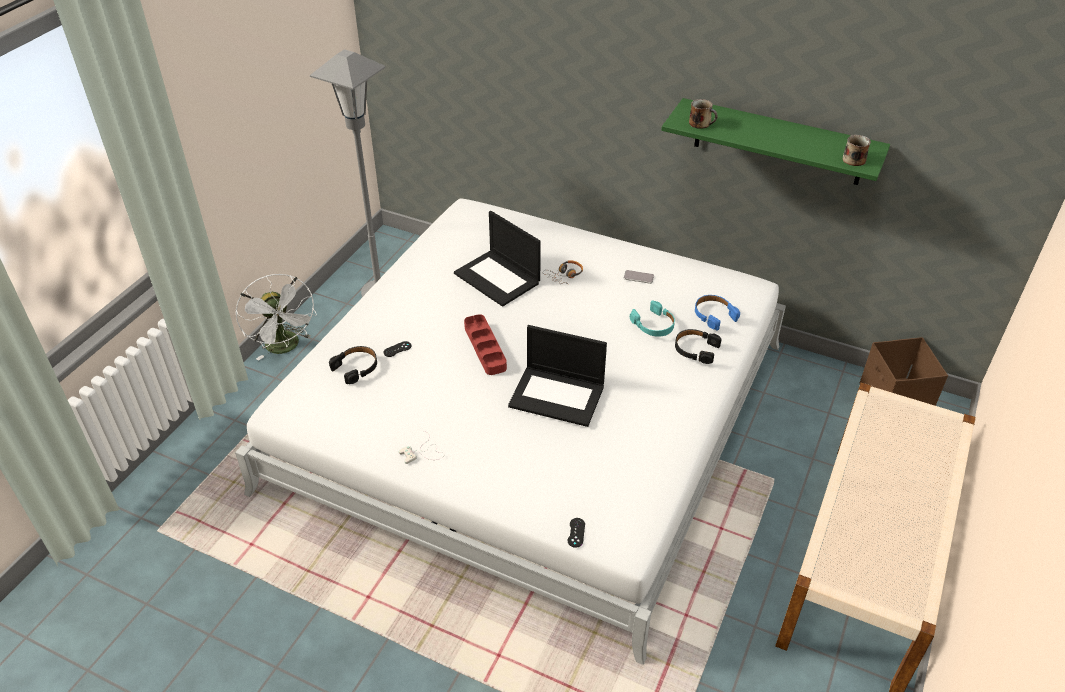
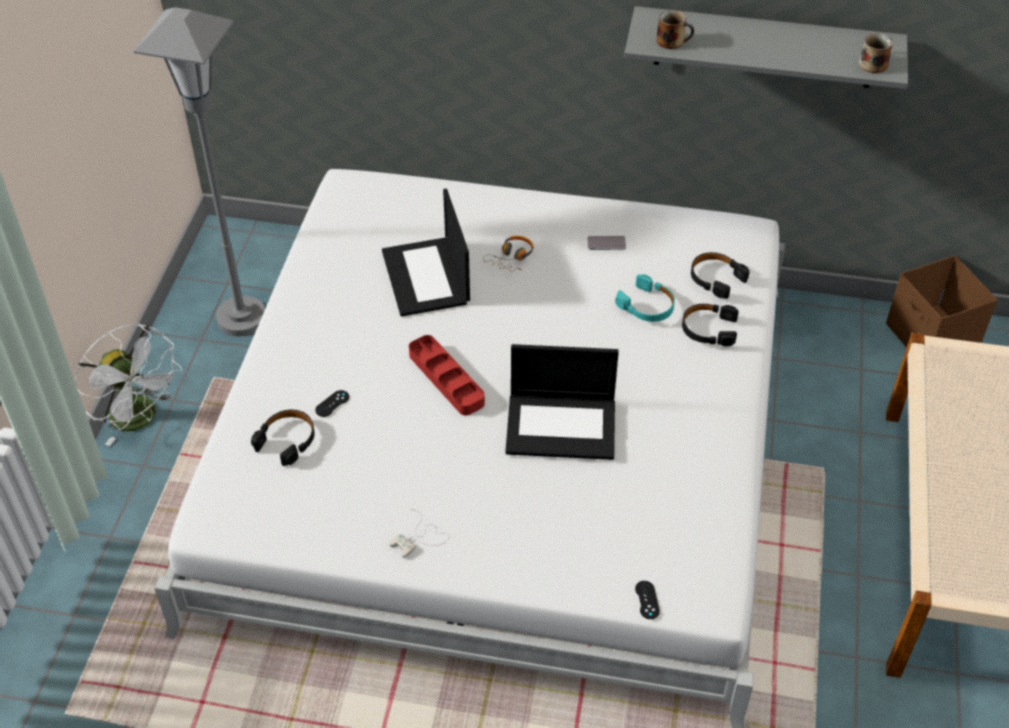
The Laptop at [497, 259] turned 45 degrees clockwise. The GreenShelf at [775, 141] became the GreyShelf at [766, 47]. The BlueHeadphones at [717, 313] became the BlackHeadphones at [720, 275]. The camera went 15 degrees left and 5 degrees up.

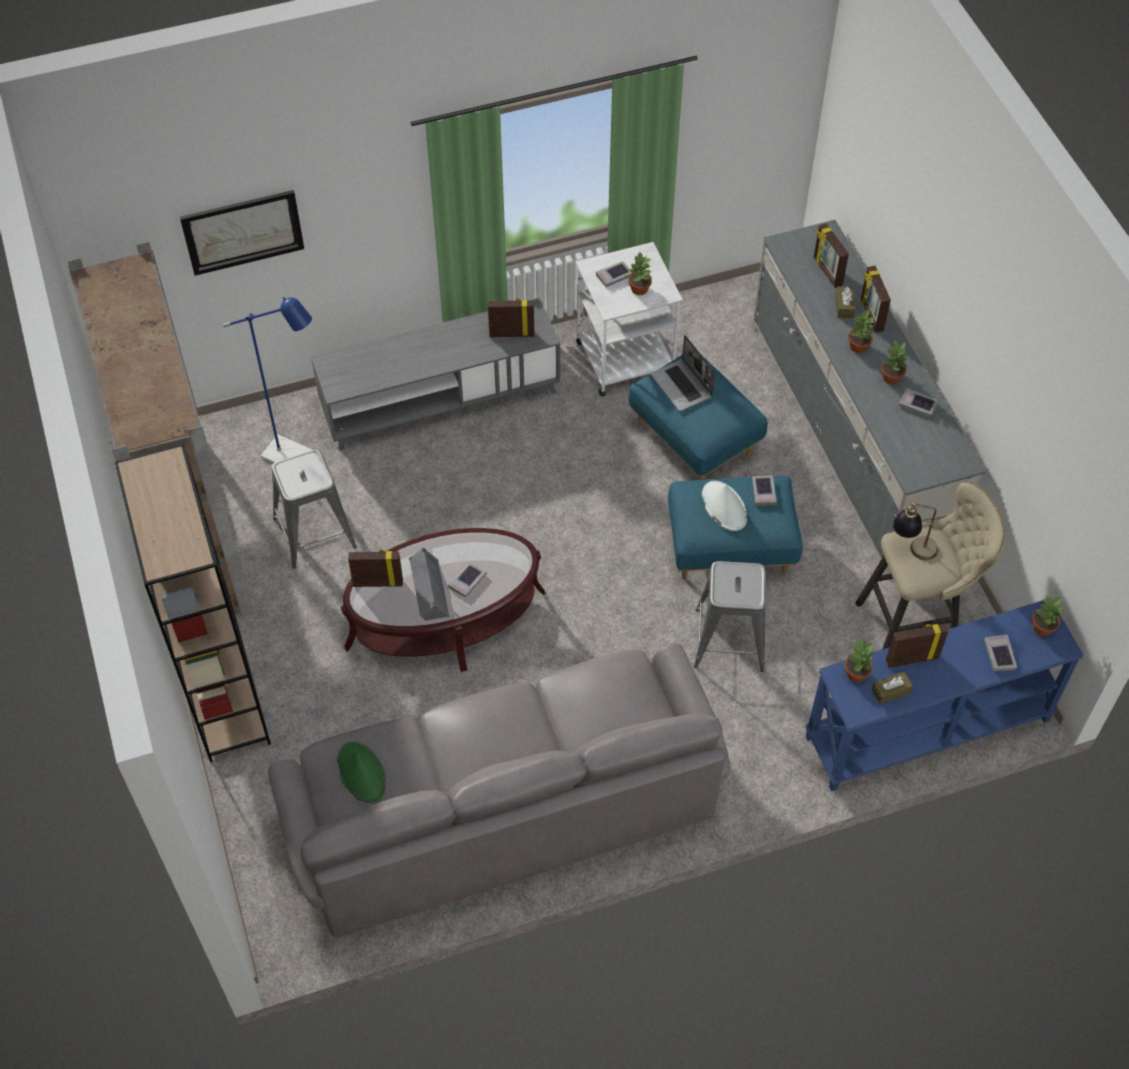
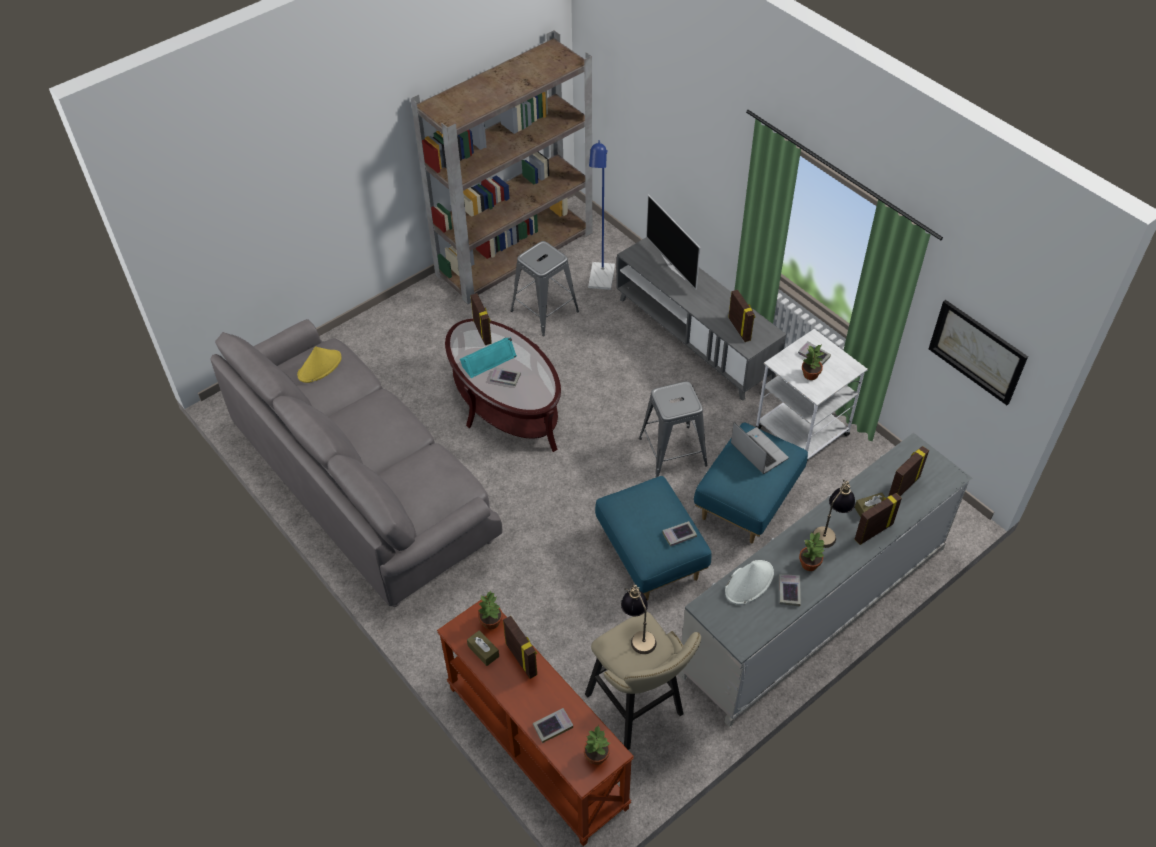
The BeigeBookcase at [193, 603] disappeared. The Picture moved from [242, 233] to [978, 352]. The GreenHat at [361, 772] became the YellowHat at [319, 364]. The GreySpeaker at [429, 584] became the TurquoiseSpeaker at [488, 357]. The Laptop at [682, 373] turned 105 degrees clockwise. The GreyStool moved from [730, 616] to [673, 429]. The WhiteHat moved from [724, 506] to [749, 582]. The BlueConsoleTable at [944, 695] became the BrownConsoleTable at [535, 721]. The PottedPlant at [861, 331] was replaced by the TableLamp at [833, 513]. The Television at [673, 242] appeared. The camera went 70 degrees right and 5 degrees down.

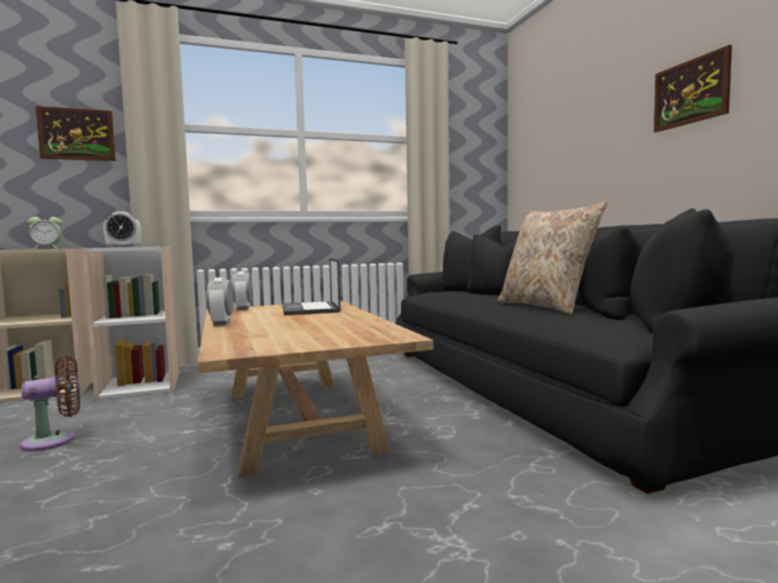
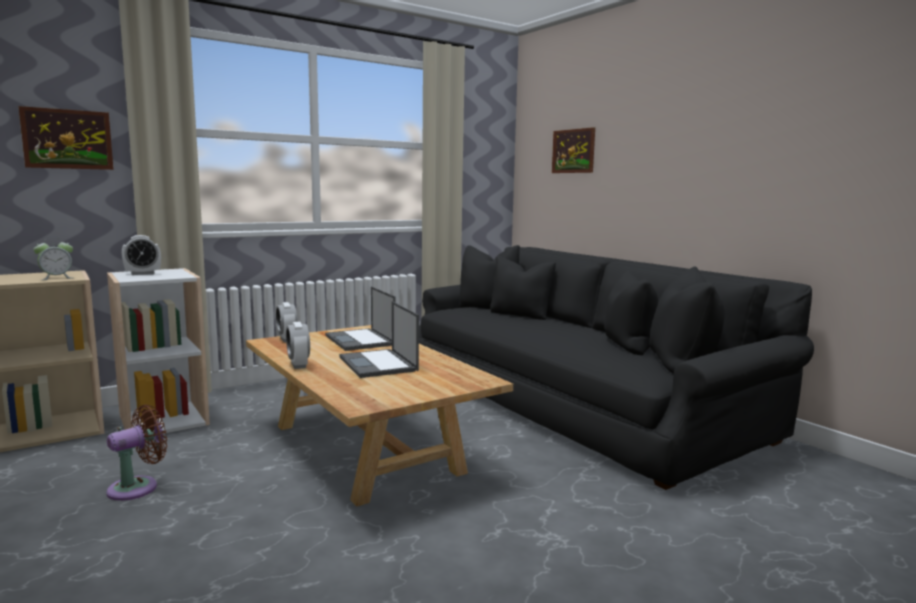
The BeigePillow at [552, 258] disappeared. The Picture moved from [693, 88] to [573, 150]. The Laptop at [379, 339] appeared. The camera went 15 degrees left and 5 degrees up.

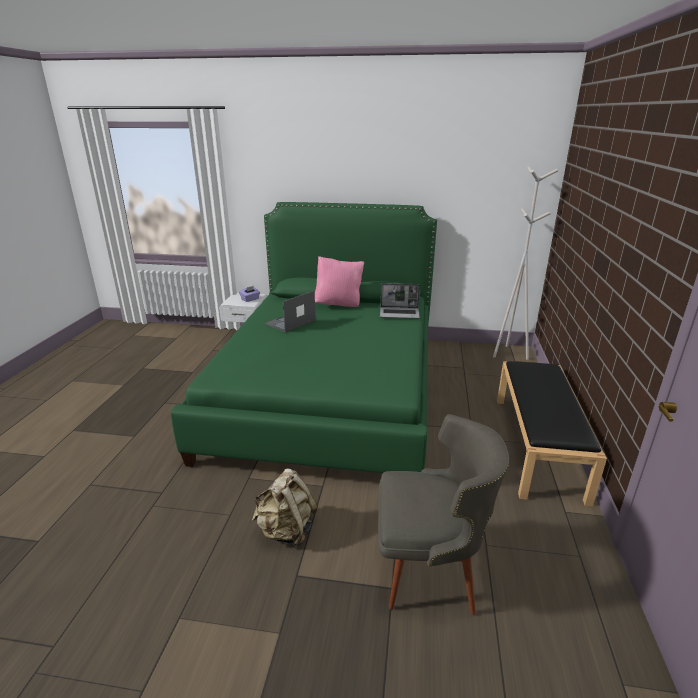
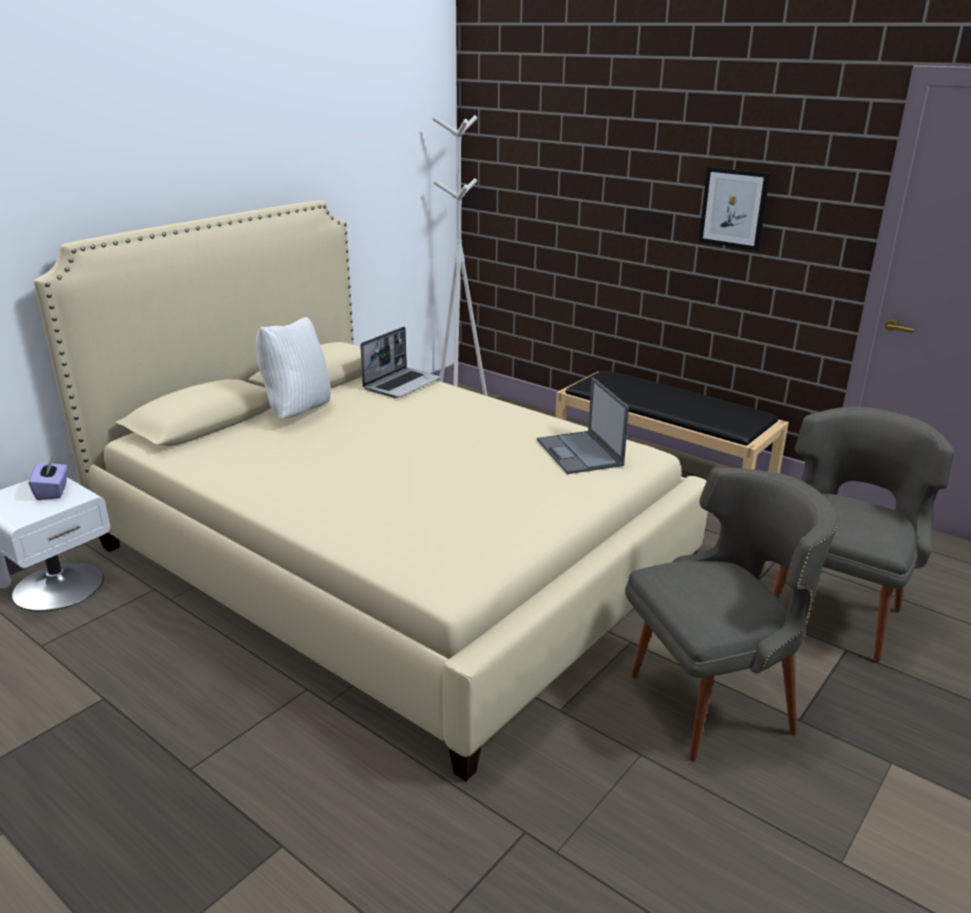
The GreenBed at [304, 337] became the BeigeBed at [371, 490]. The BeigeBackpack at [285, 508] was replaced by the GreyChair at [731, 614]. The Laptop moved from [290, 312] to [583, 426]. The PinkPillow at [339, 281] became the WhitePillow at [293, 368]. The Picture at [734, 209] appeared. The camera went 60 degrees left and 0 degrees up.

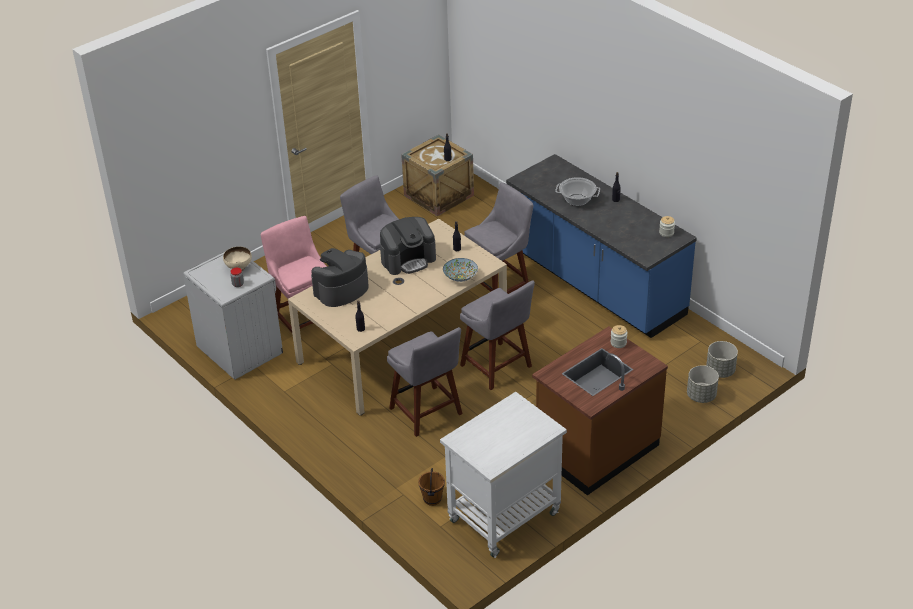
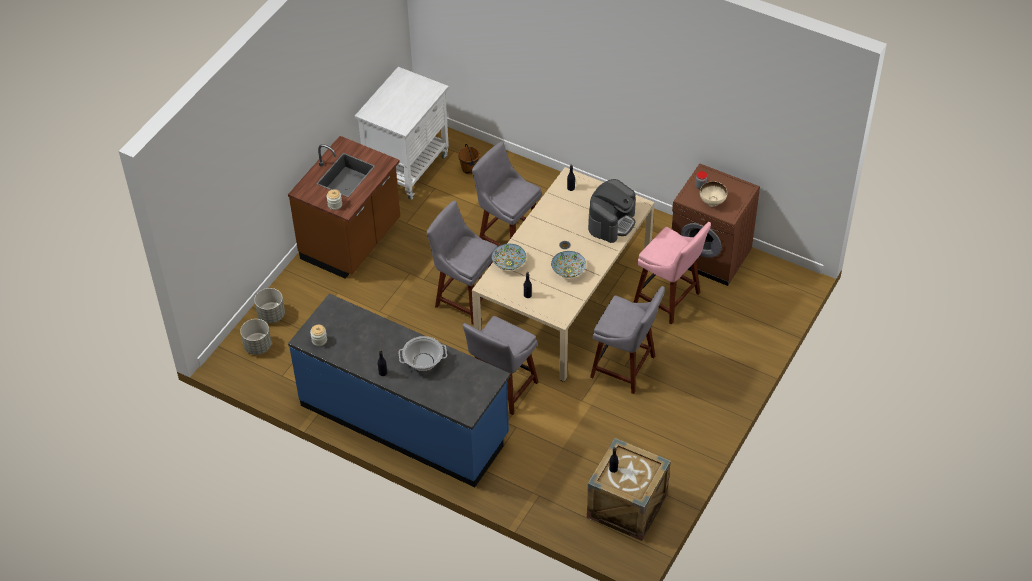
The WhiteWashingMachine at [233, 316] became the BrownWashingMachine at [716, 225]. The CoffeeMachine at [408, 246] was replaced by the Bowl at [568, 264]. The camera went 160 degrees right and 10 degrees up.

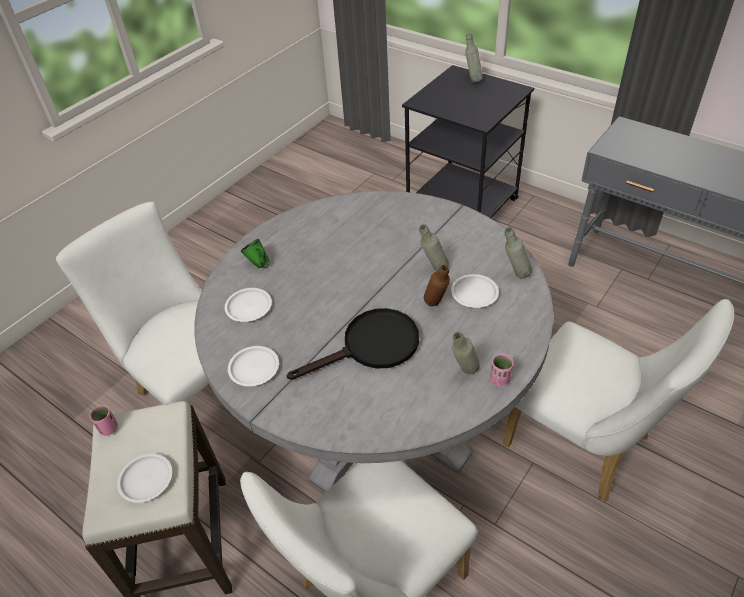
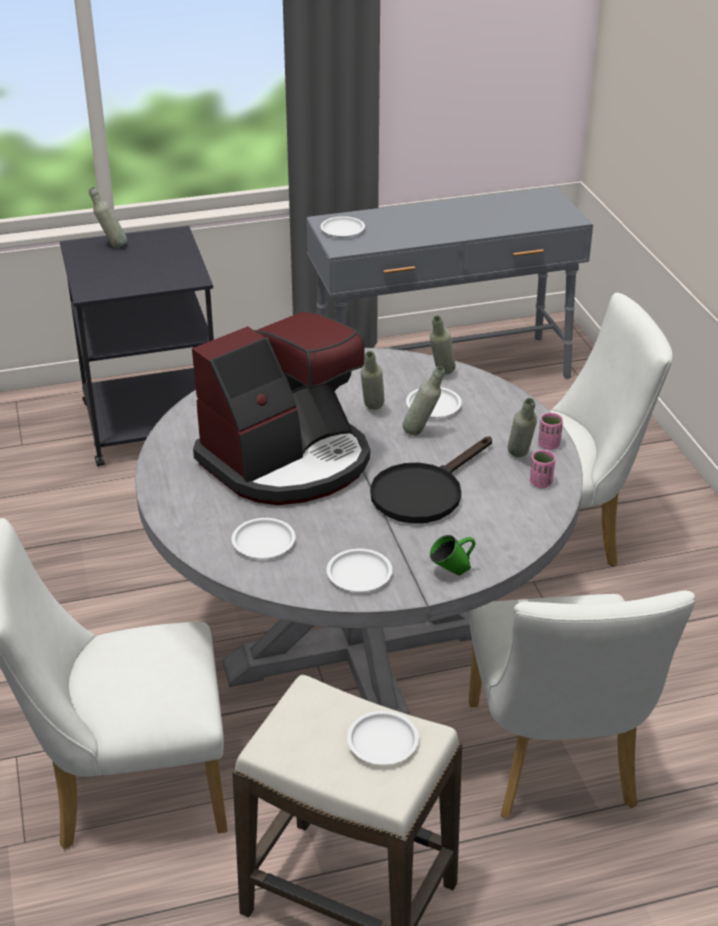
The PinkCup moved from [104, 420] to [543, 469]. The GreenMug moved from [255, 253] to [452, 555]. The BlackFryingPan at [353, 344] turned 150 degrees counterclockwise. The BrownBottle at [437, 285] became the GreyBottle at [423, 400]. The CoffeeMachine at [281, 408] appeared. The WhitePlate at [342, 226] appeared. The camera went 55 degrees left and 10 degrees down.

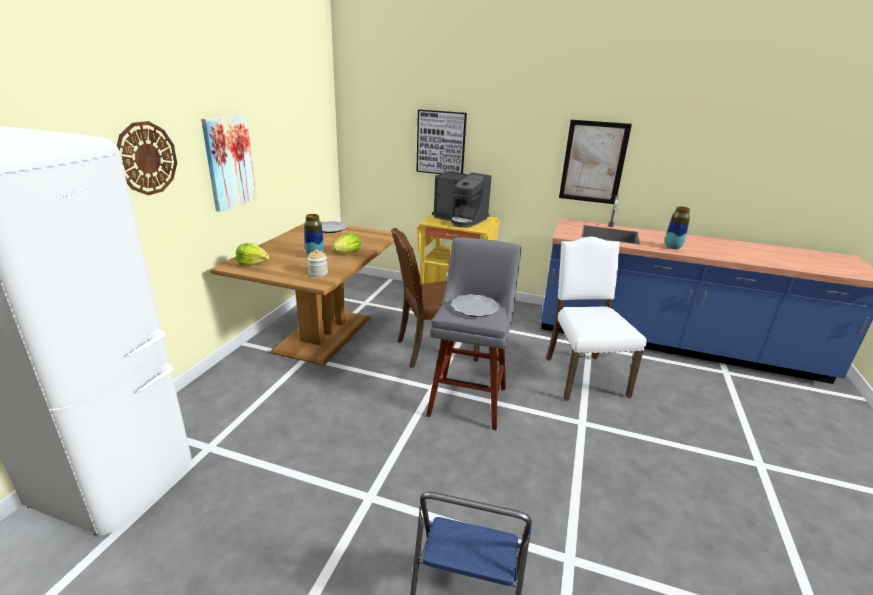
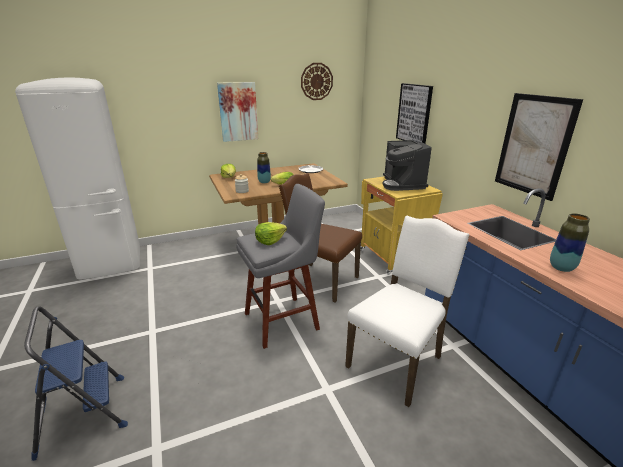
The WallClock moved from [147, 158] to [317, 81]. The Plate at [475, 305] was replaced by the Lettuce at [271, 233]. The camera went 50 degrees right and 0 degrees up.

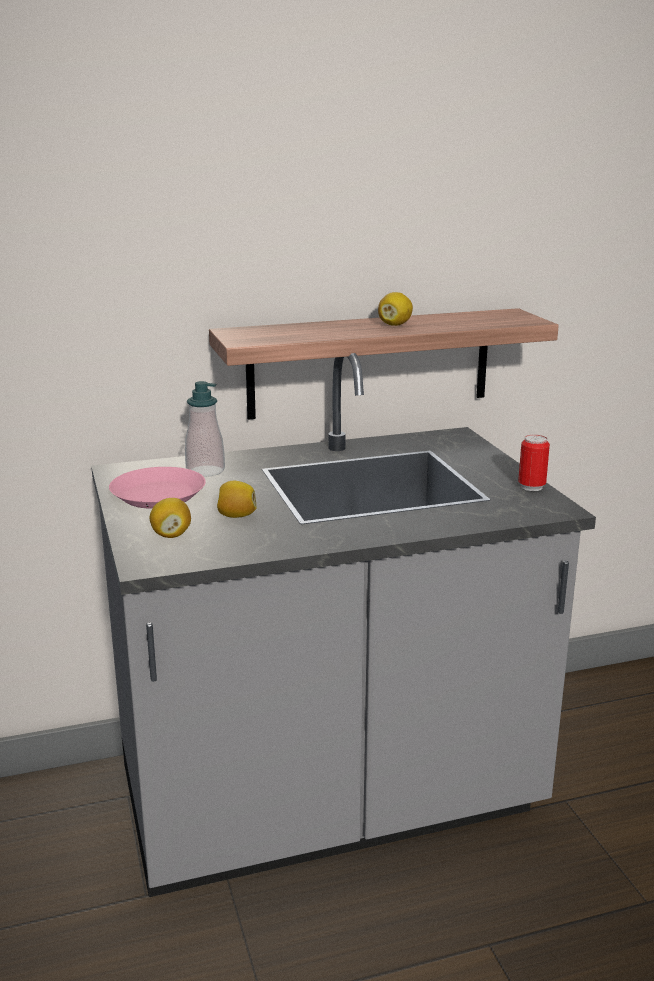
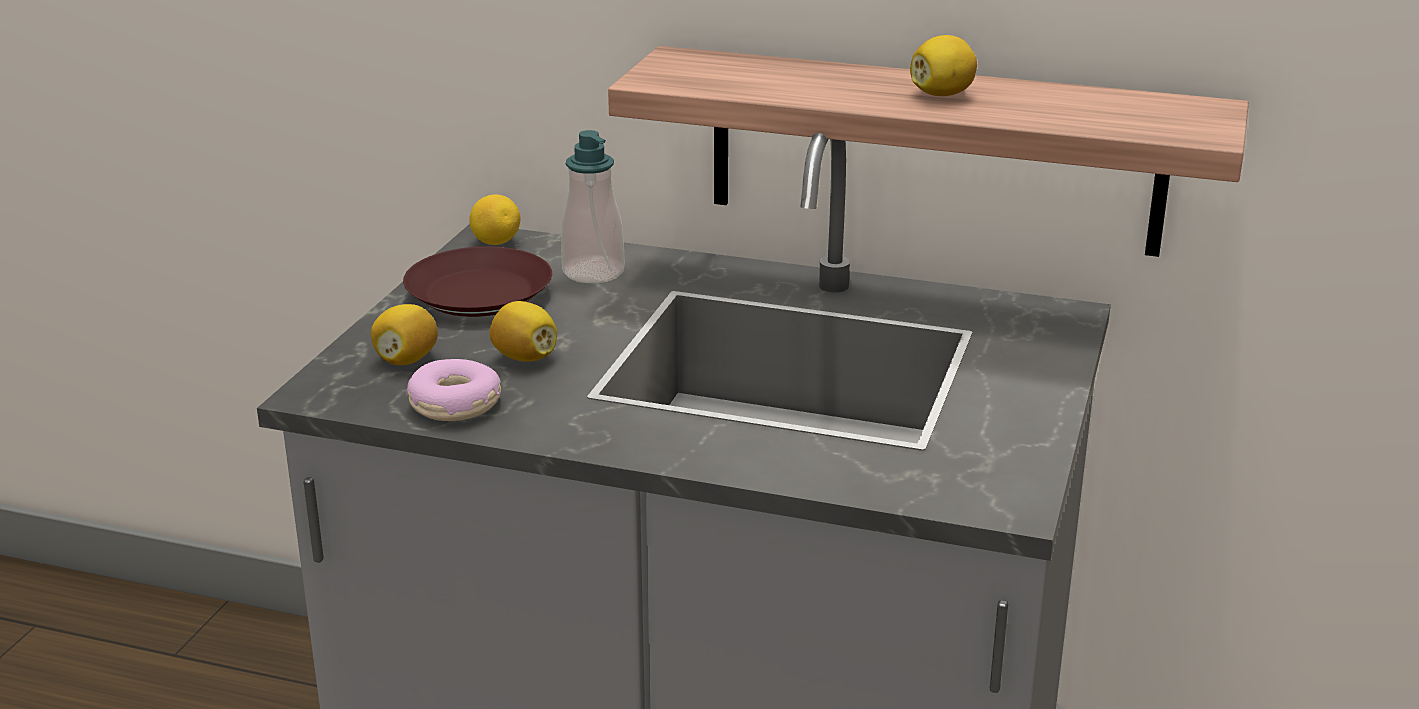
The PinkPlate at [157, 488] became the BrownPlate at [477, 281]. The Can at [534, 463] disappeared. The Donut at [453, 390] appeared. The Lemon at [495, 220] appeared. The camera went 35 degrees right and 5 degrees up.

